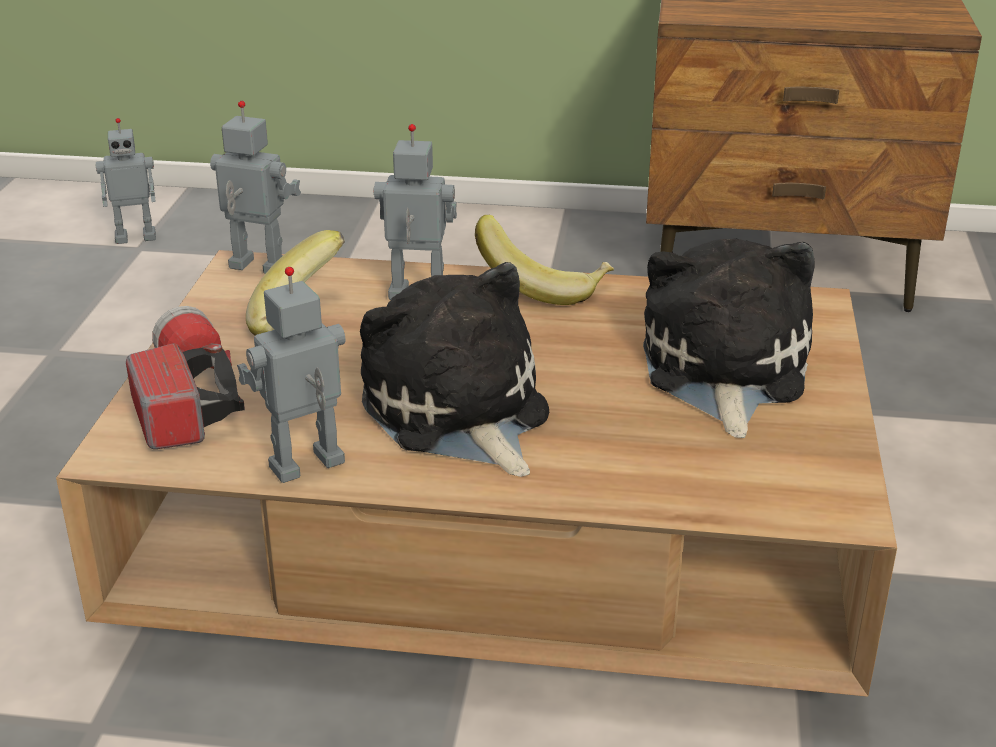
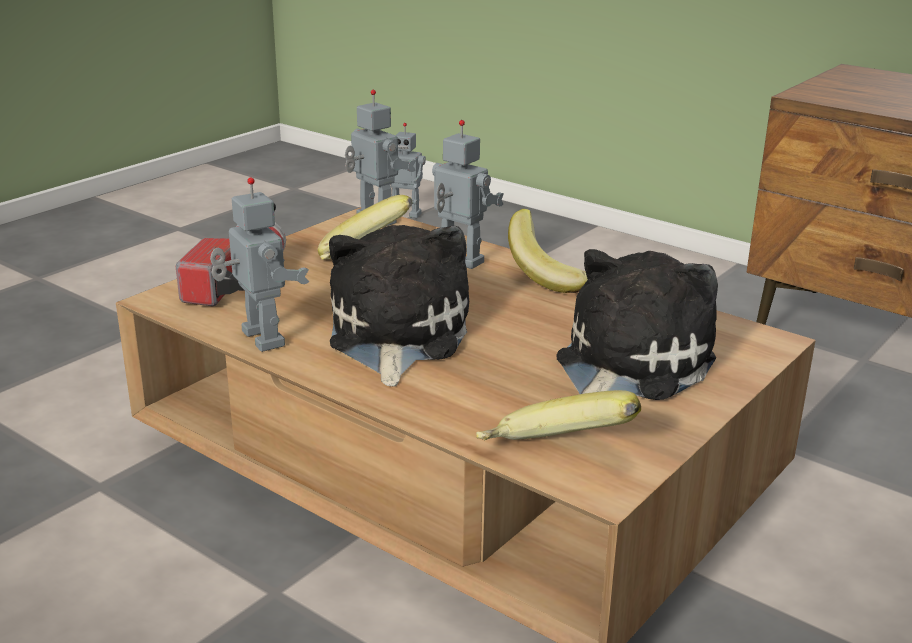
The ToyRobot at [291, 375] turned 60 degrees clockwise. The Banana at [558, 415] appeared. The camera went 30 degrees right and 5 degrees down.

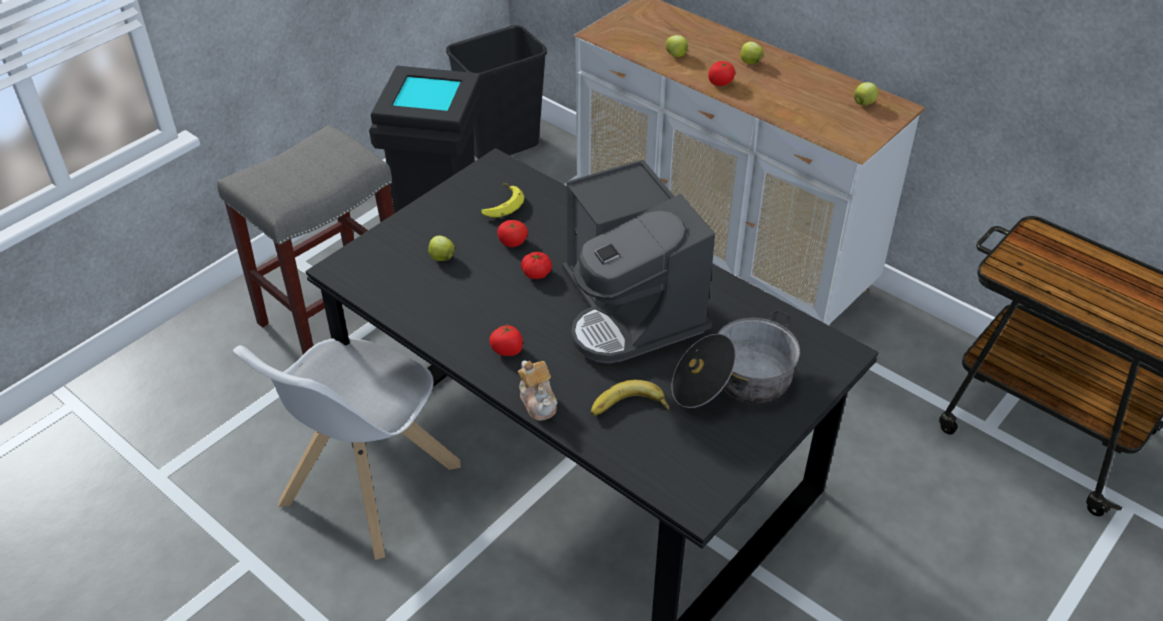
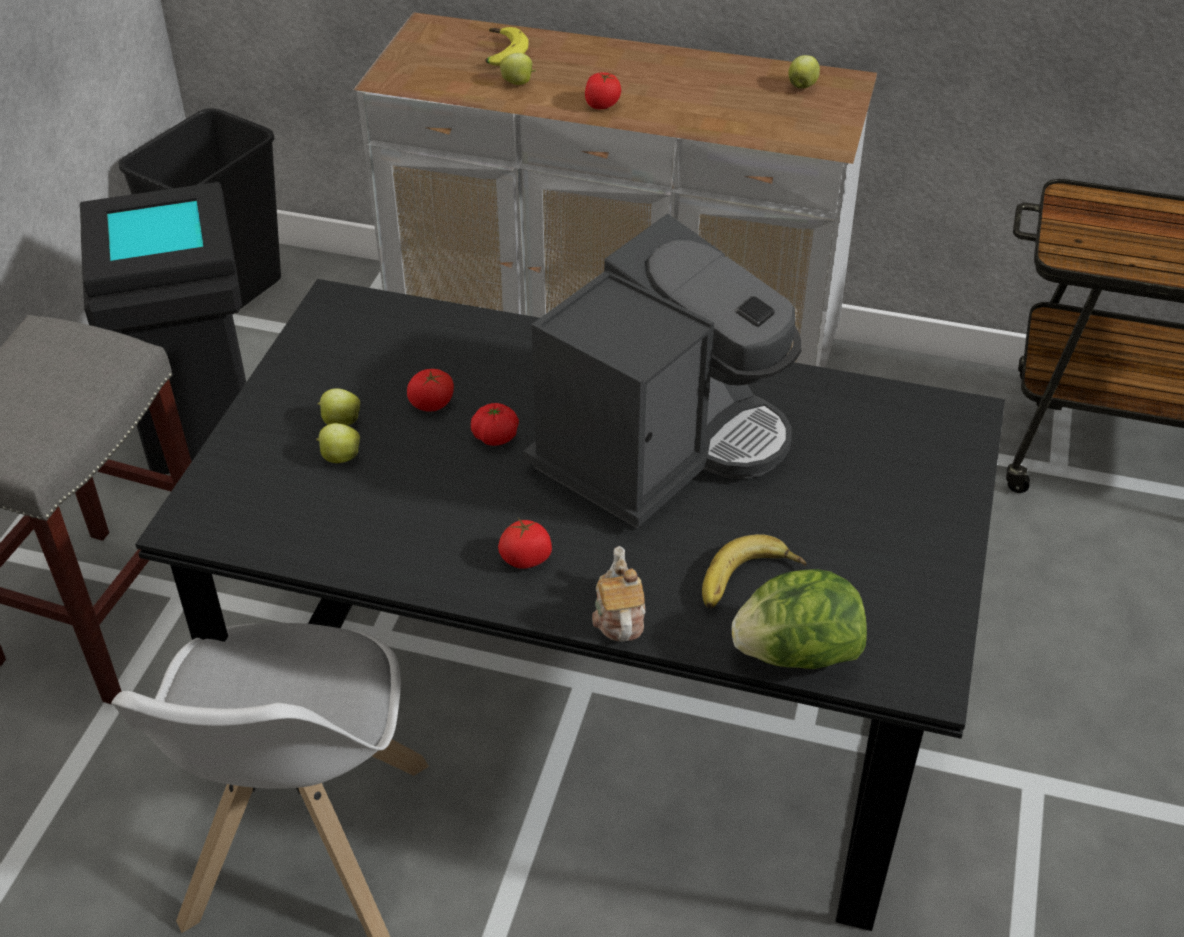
The Banana moved from [502, 200] to [507, 46]. The Teapot at [538, 391] turned 135 degrees counterclockwise. The CoffeeMachine at [638, 262] turned 90 degrees counterclockwise. The CookingPot at [736, 359] disappeared. The Apple moved from [752, 53] to [339, 407]. The Lettuce at [799, 619] appeared. The camera went 25 degrees left and 0 degrees up.

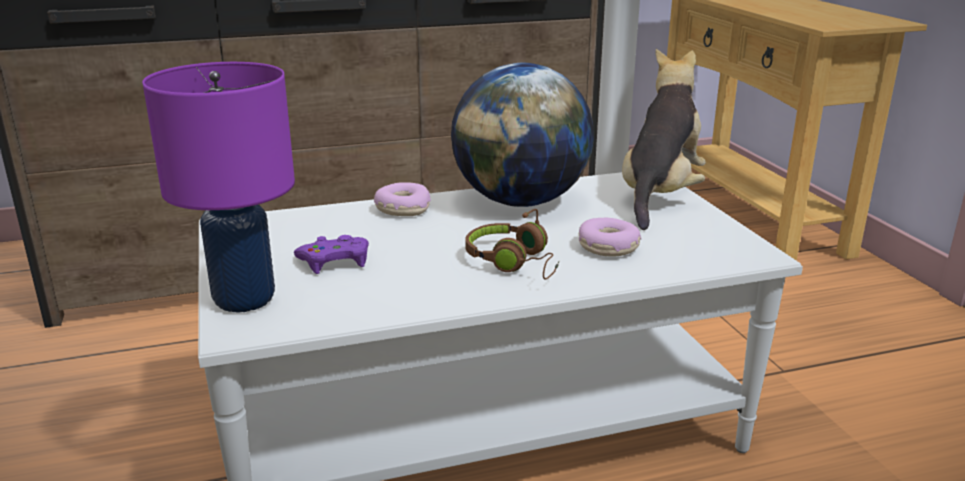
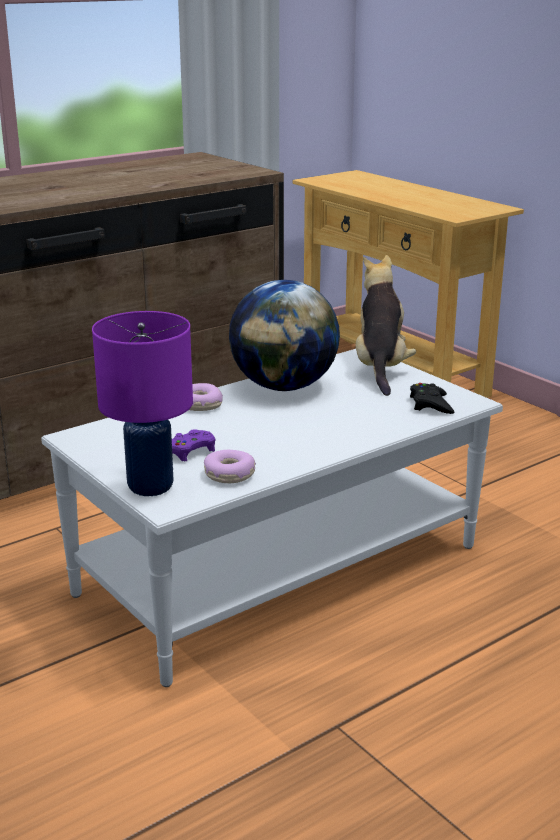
The BrownHeadphones at [512, 244] disappeared. The Donut moved from [610, 237] to [230, 466]. The BlackGameController at [432, 398] appeared. The camera went 20 degrees left and 0 degrees up.

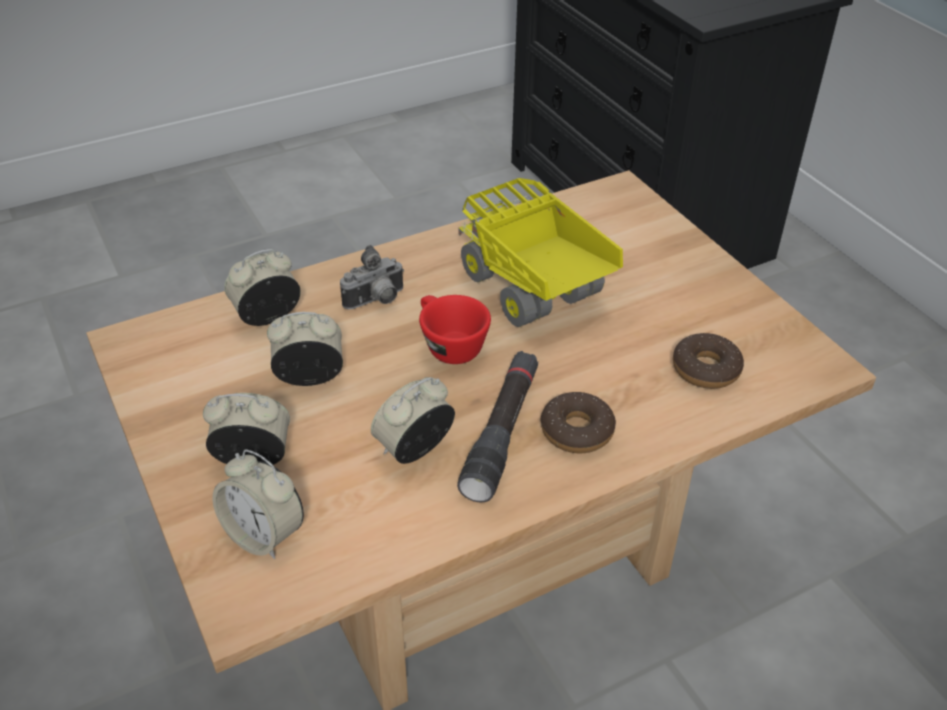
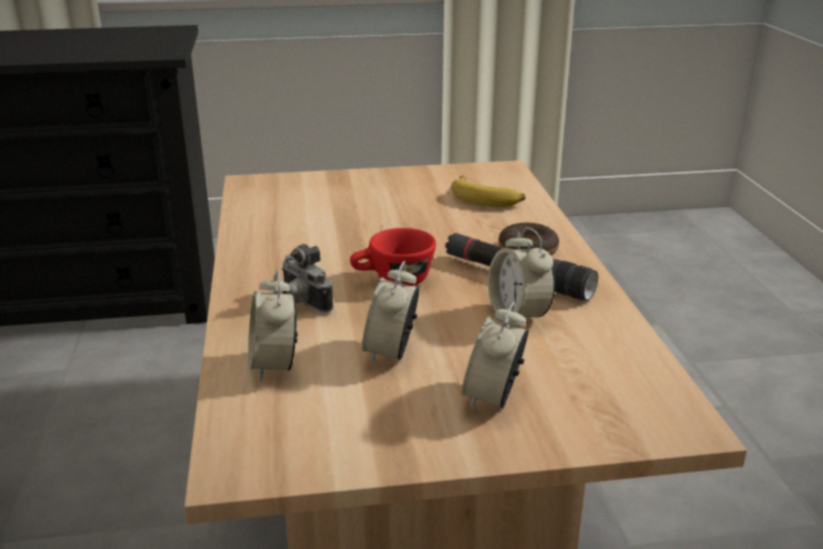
The AlarmClock at [258, 504] disappeared. The PhotoCamera at [372, 277] turned 150 degrees clockwise. The ToyTruck at [540, 252] disappeared. The Donut at [708, 361] was replaced by the Banana at [488, 191]. The camera went 70 degrees left and 15 degrees down.

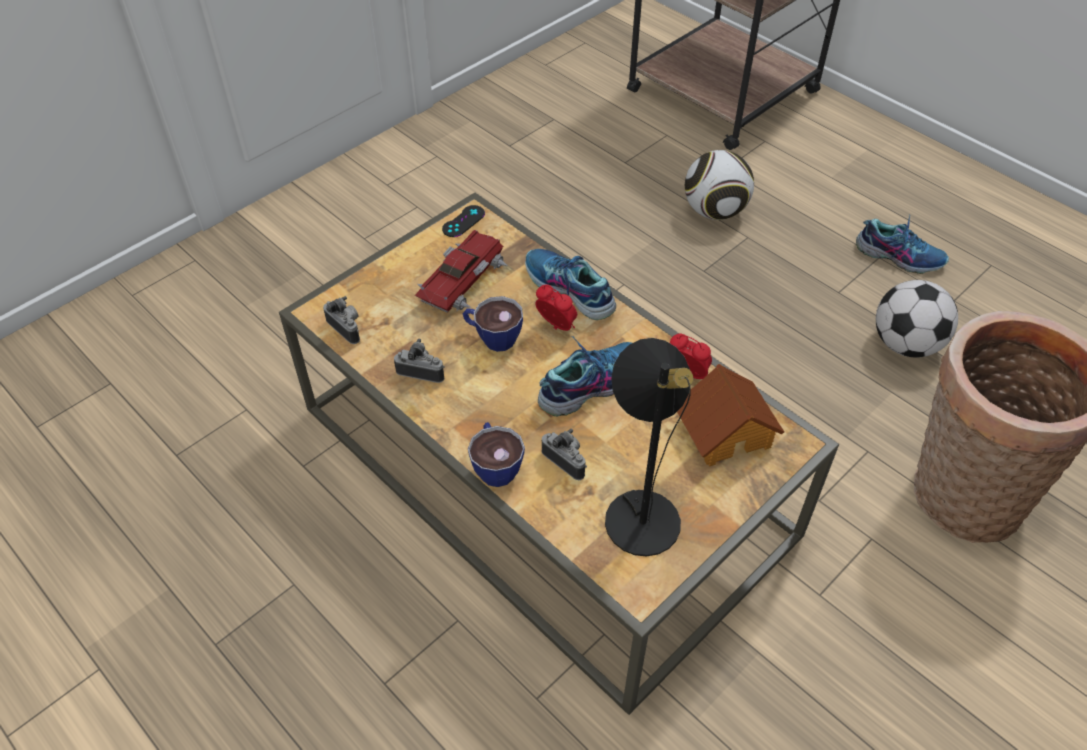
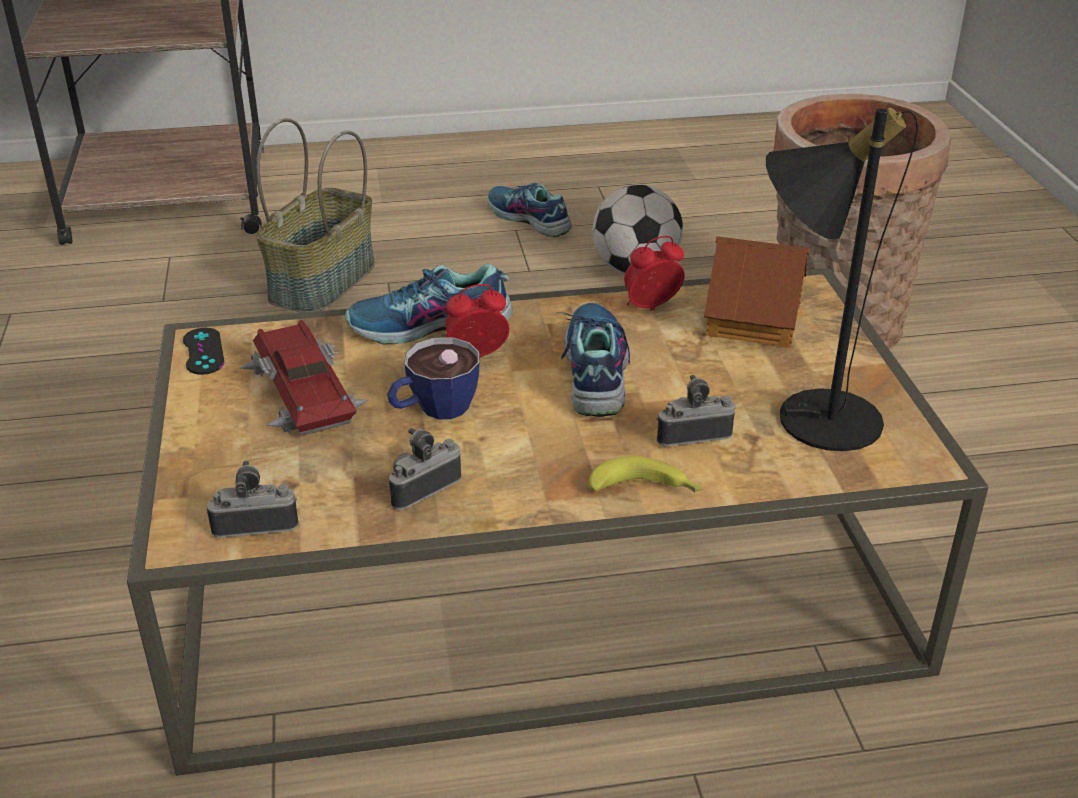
The Cup at [496, 454] was replaced by the Banana at [646, 474]. The Football at [719, 185] was replaced by the Basket at [315, 215]. The Shoe at [902, 244] turned 105 degrees counterclockwise. The camera went 55 degrees left and 15 degrees down.

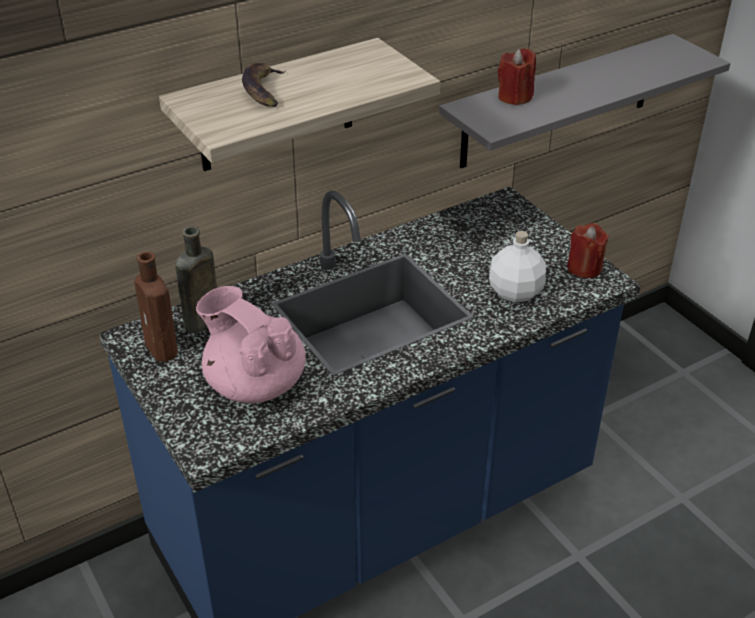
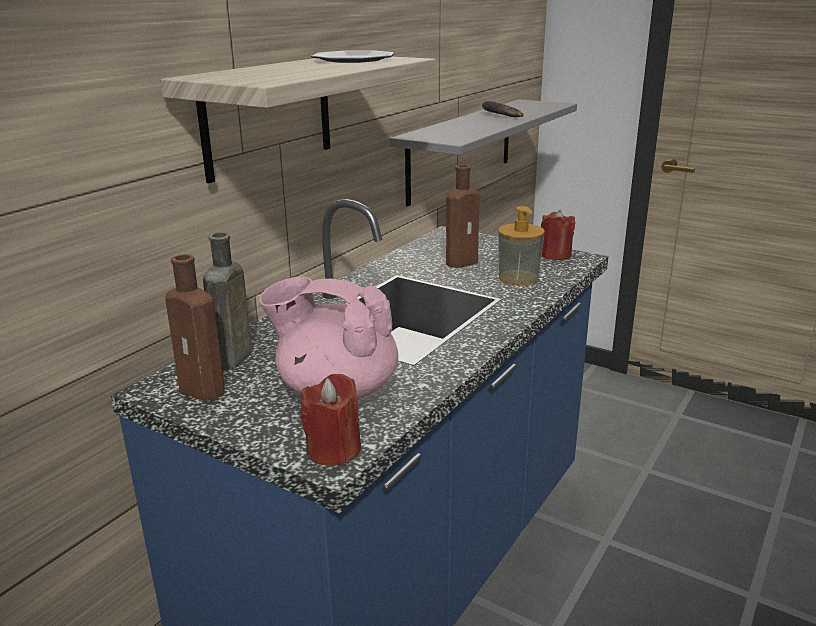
The Banana moved from [263, 85] to [503, 109]. The WhiteBottle at [517, 267] was replaced by the SoapDispenser at [521, 246]. The RedCandle moved from [517, 76] to [330, 420]. The Plate at [352, 56] appeared. The BrownBottle at [462, 216] appeared. The camera went 25 degrees left and 15 degrees down.

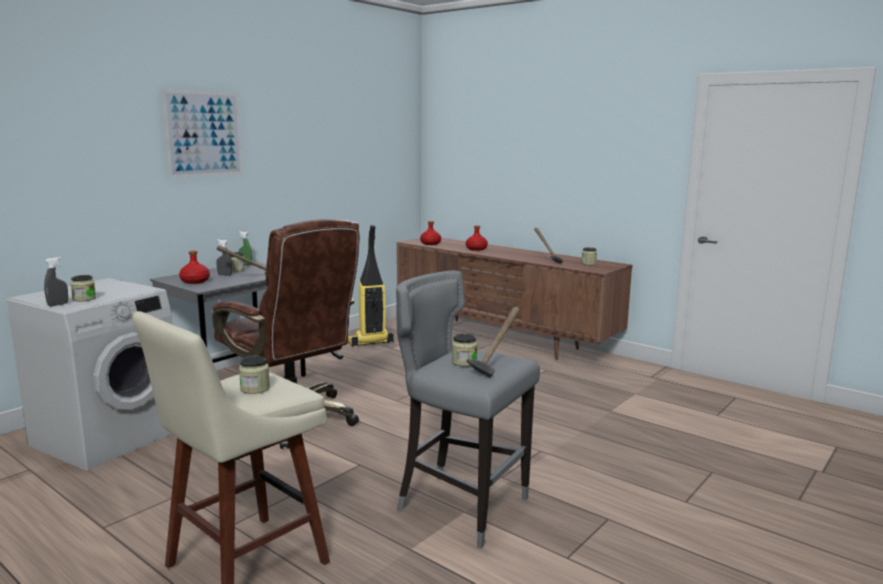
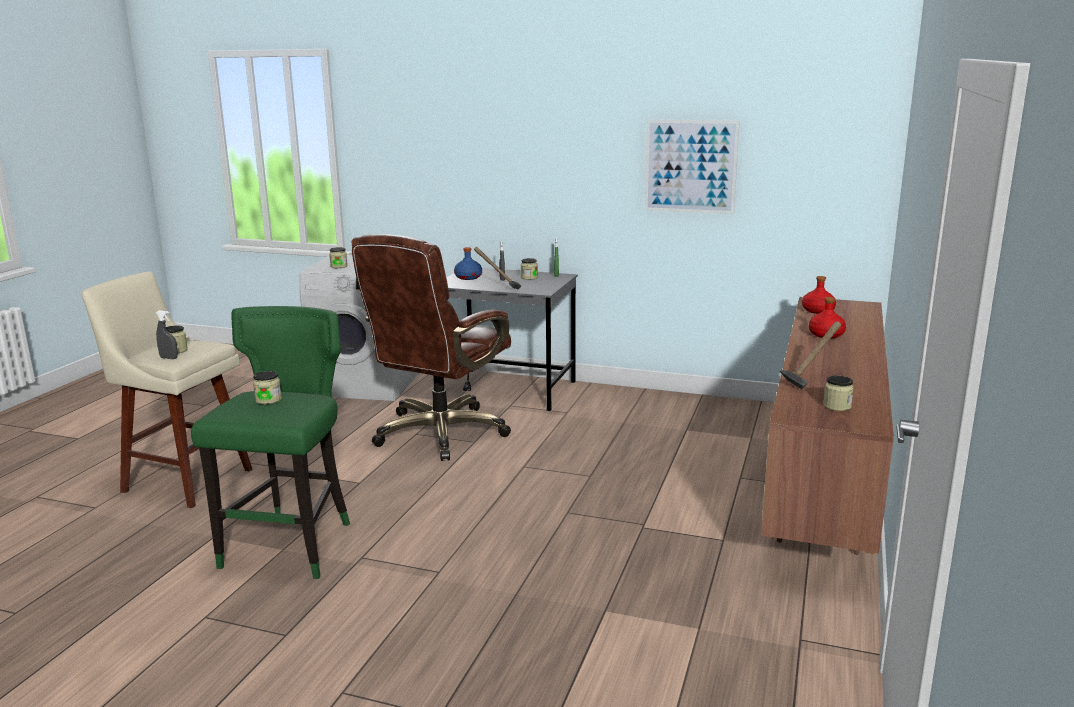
The GreySprayBottle moved from [56, 281] to [167, 334]. The Picture moved from [202, 134] to [692, 167]. The RedBottle at [194, 267] became the BlueBottle at [468, 263]. The VacuumCleaner at [370, 286] disappeared. The GreyStool at [468, 410] became the GreenStool at [270, 442]. The Hammer at [493, 342] disappeared. The camera went 70 degrees right and 5 degrees up.

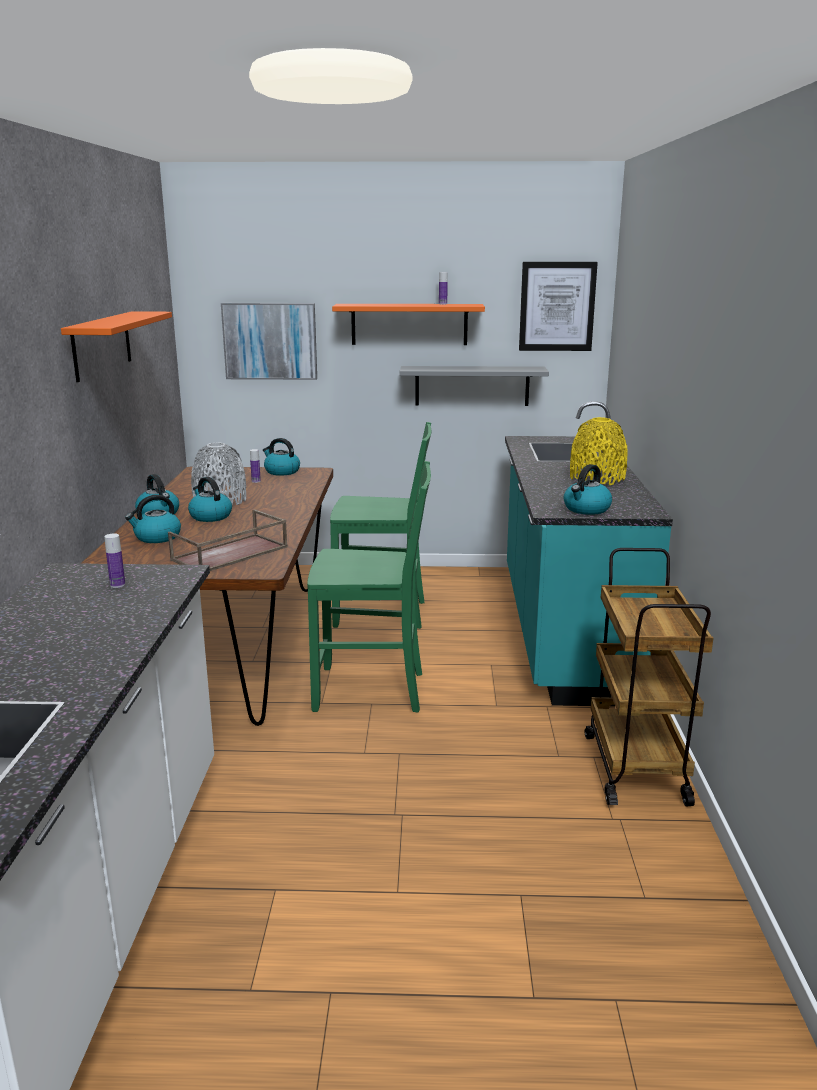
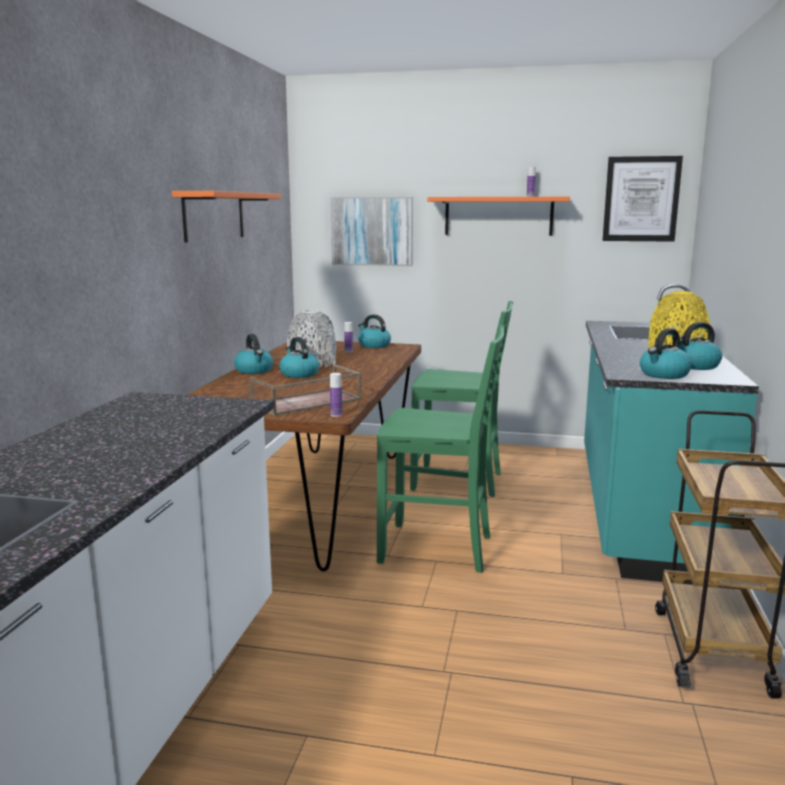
The Bottle moved from [114, 561] to [336, 395]. The Kettle moved from [153, 519] to [700, 346]. The GreyShelf at [474, 386] disappeared. The camera went 10 degrees right and 5 degrees down.

